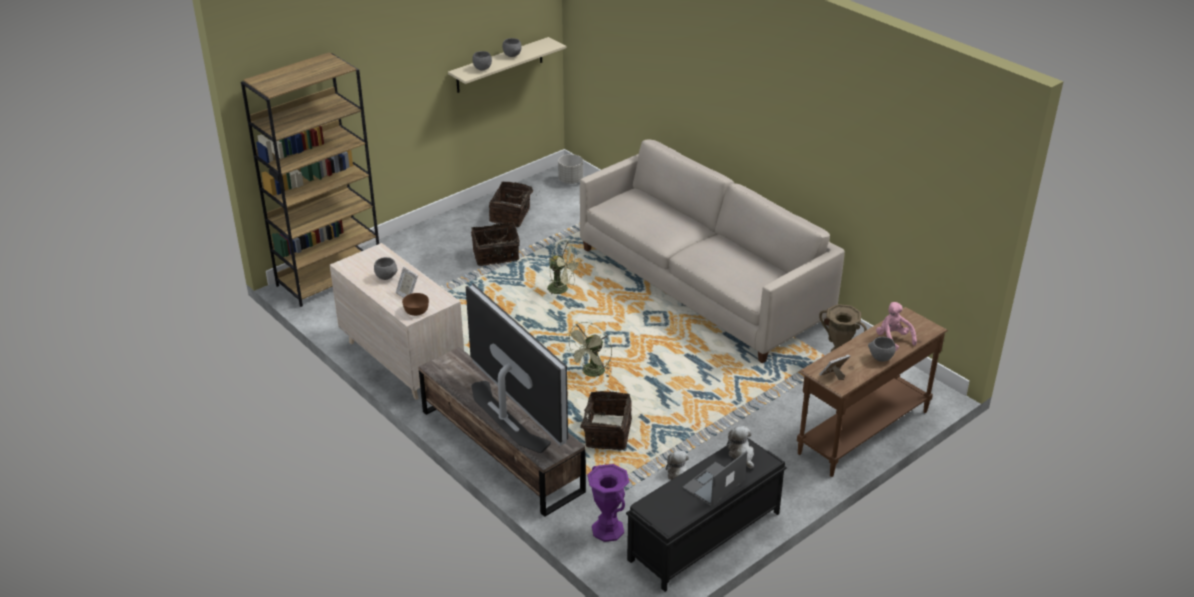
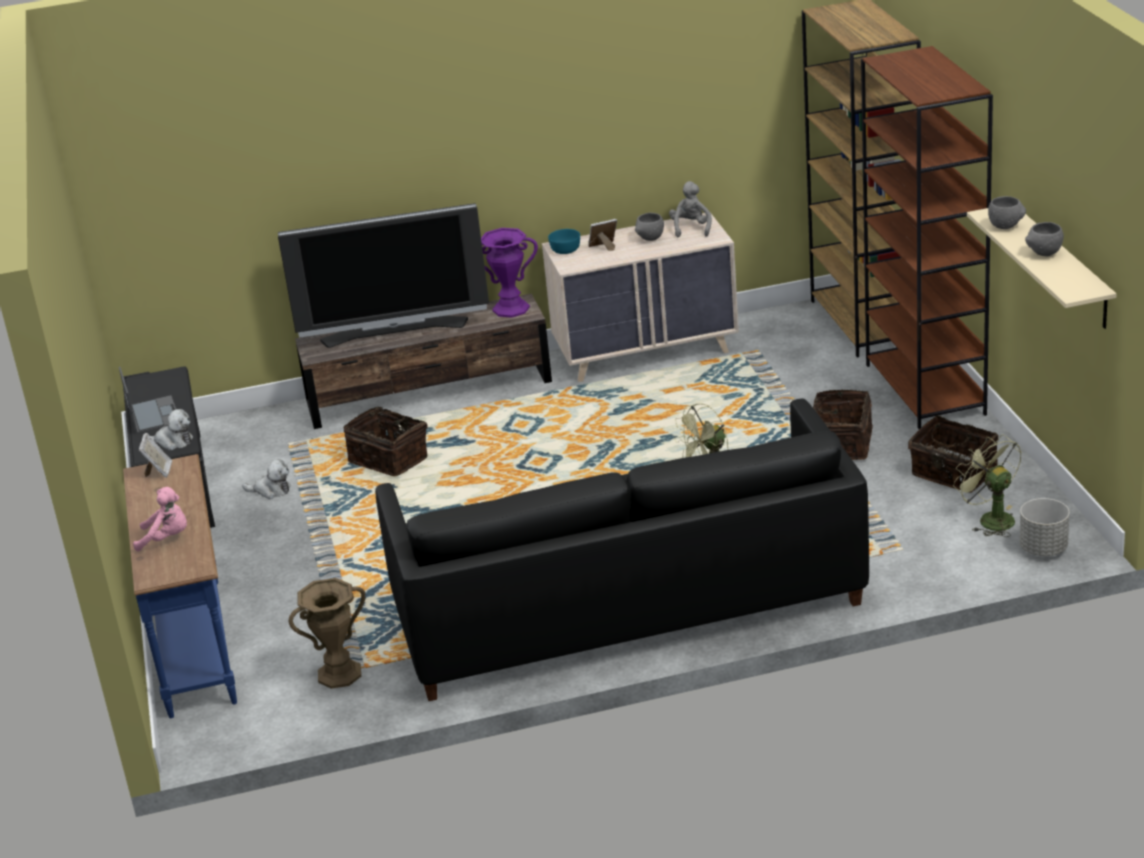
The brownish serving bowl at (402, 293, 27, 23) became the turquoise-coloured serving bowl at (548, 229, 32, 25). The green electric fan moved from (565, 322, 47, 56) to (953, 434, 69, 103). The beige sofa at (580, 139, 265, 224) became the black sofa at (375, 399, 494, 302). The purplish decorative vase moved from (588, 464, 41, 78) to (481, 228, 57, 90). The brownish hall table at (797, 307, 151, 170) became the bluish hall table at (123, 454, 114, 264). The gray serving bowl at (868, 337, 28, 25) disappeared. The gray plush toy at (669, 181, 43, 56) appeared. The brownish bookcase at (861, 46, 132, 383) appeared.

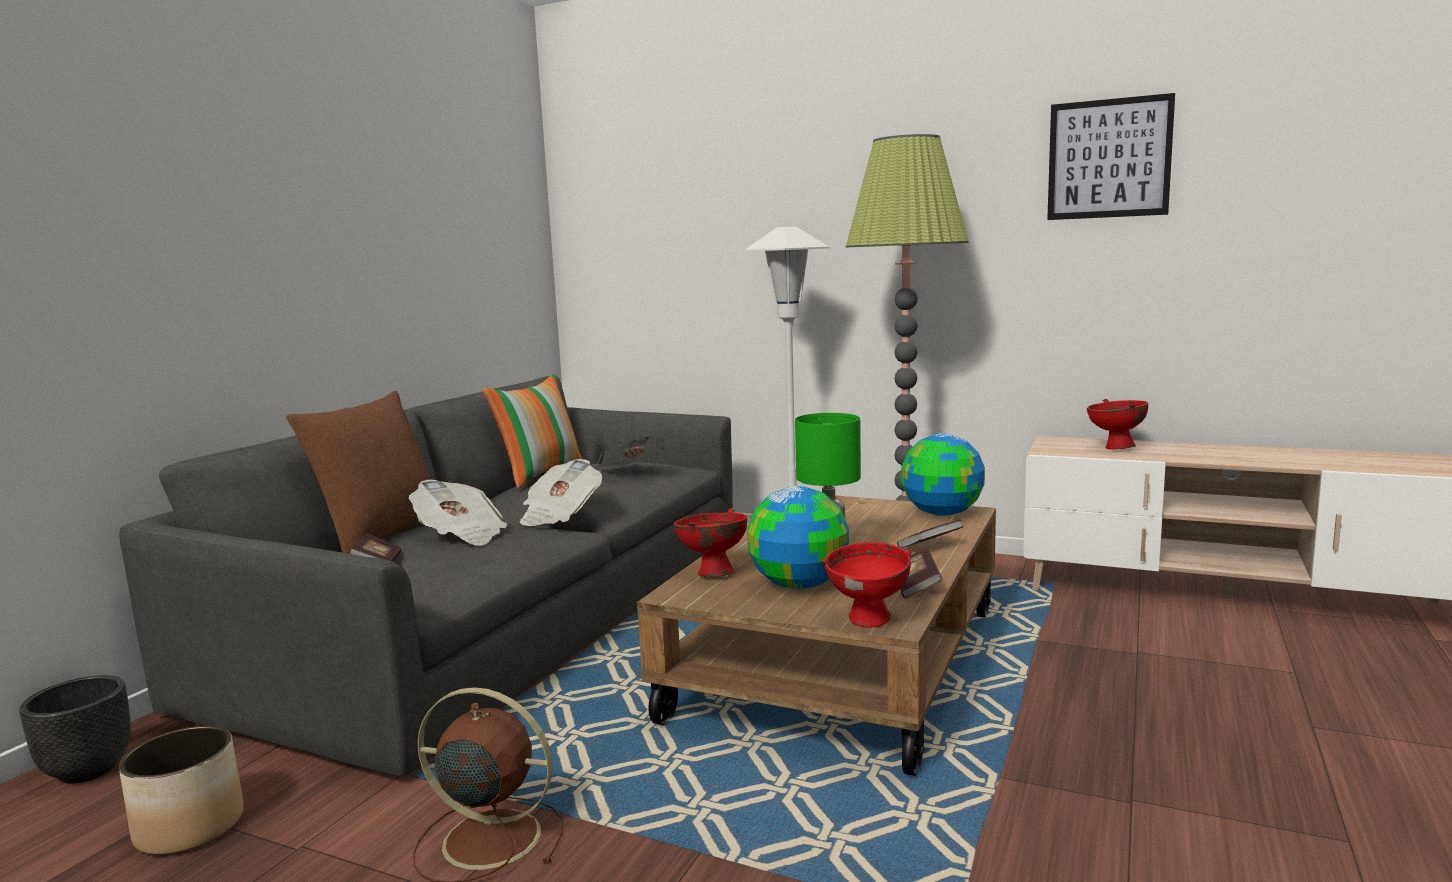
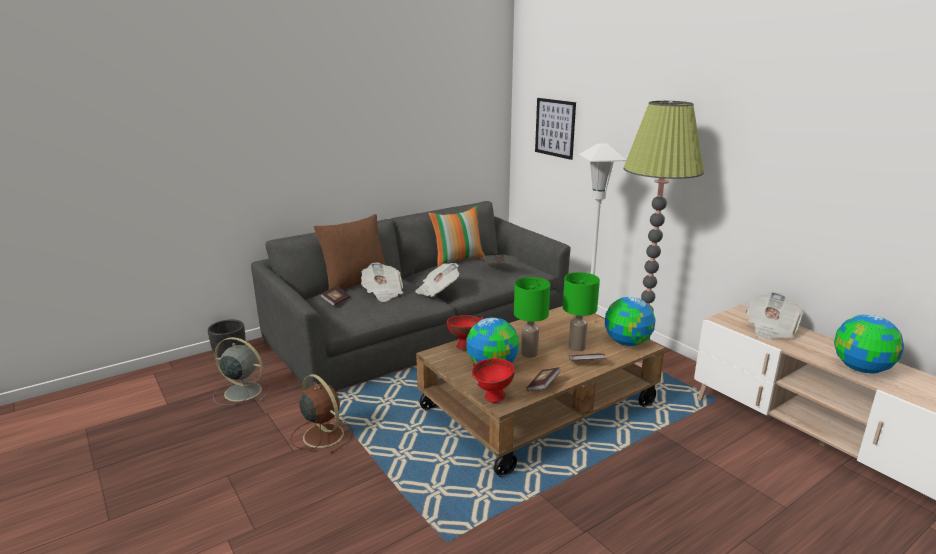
The flower pot at (119, 726, 125, 129) was replaced by the gray electric fan at (213, 337, 58, 68). The picture moved from (1047, 93, 128, 127) to (535, 98, 41, 62). The reddish serving bowl at (1087, 399, 61, 51) was replaced by the newspaper at (746, 292, 57, 47). The green table lamp at (563, 272, 37, 79) appeared. The globe at (834, 315, 70, 59) appeared.

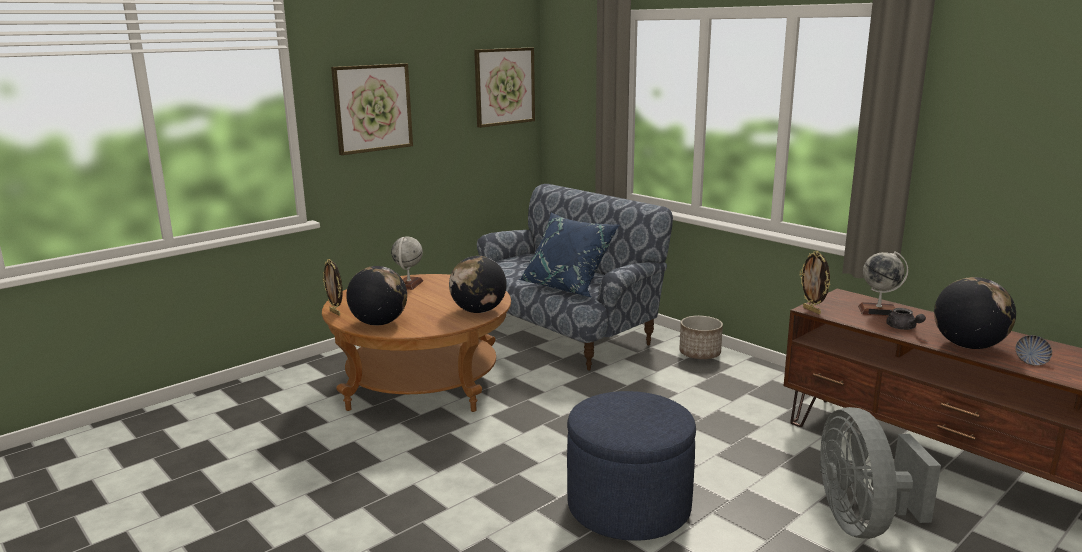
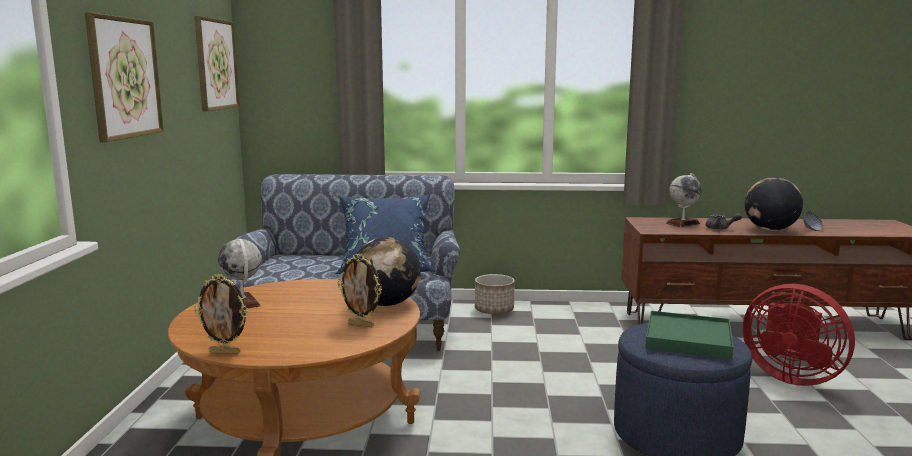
The globe at (346, 266, 61, 60) disappeared. The standing frame moved from (800, 251, 30, 63) to (338, 254, 44, 73). The gray electric fan at (819, 407, 122, 132) became the reddish electric fan at (743, 284, 112, 102). The green tray at (645, 311, 88, 48) appeared.

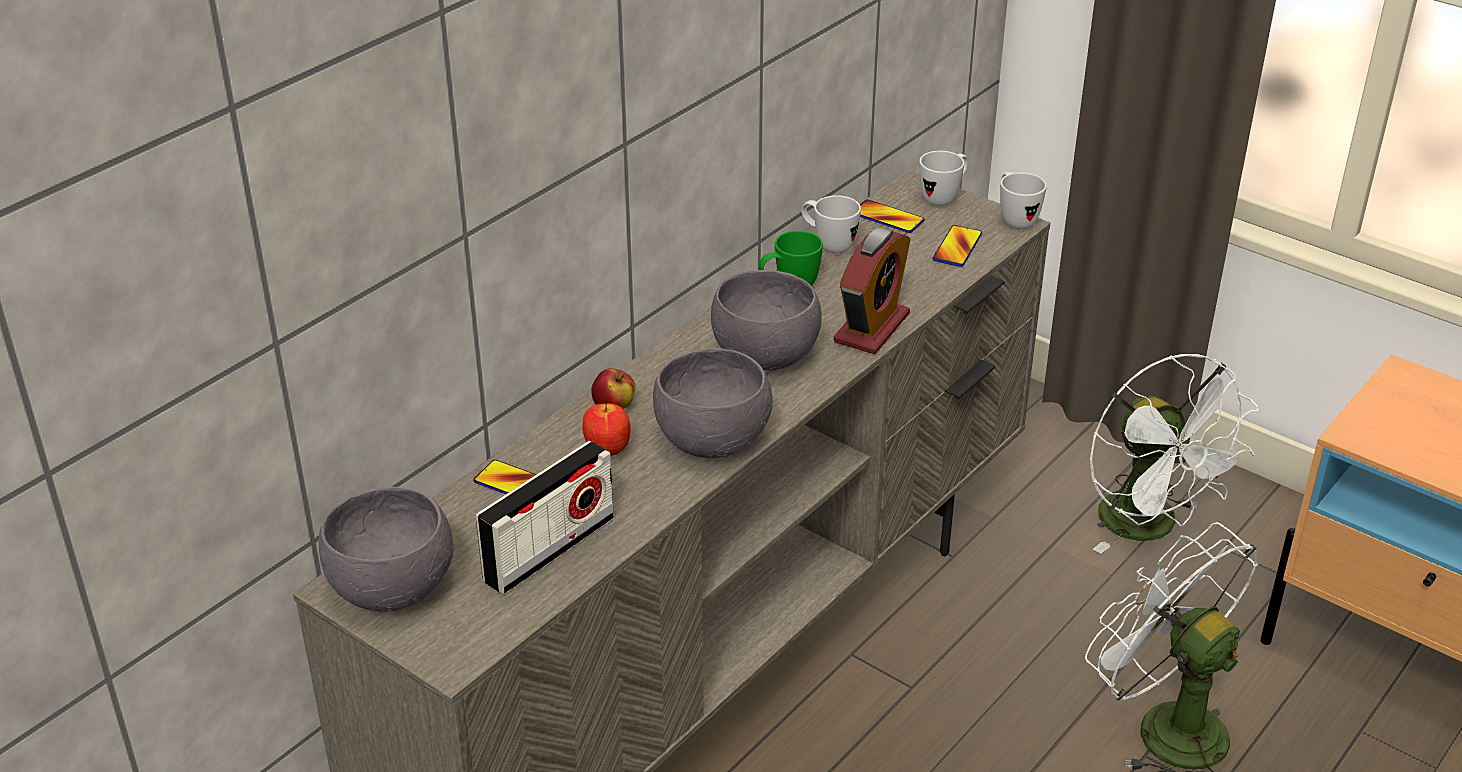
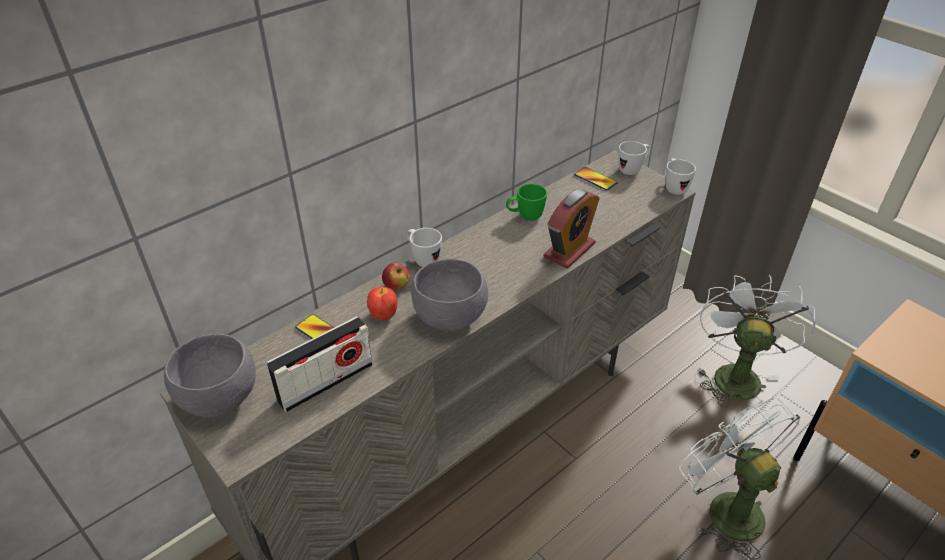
The gray serving bowl at (711, 270, 111, 100) disappeared. The white tea mug moved from (801, 195, 60, 58) to (407, 228, 35, 39). The telephone at (932, 225, 50, 42) disappeared. The white electric fan at (1090, 354, 169, 200) turned 150 degrees counterclockwise.

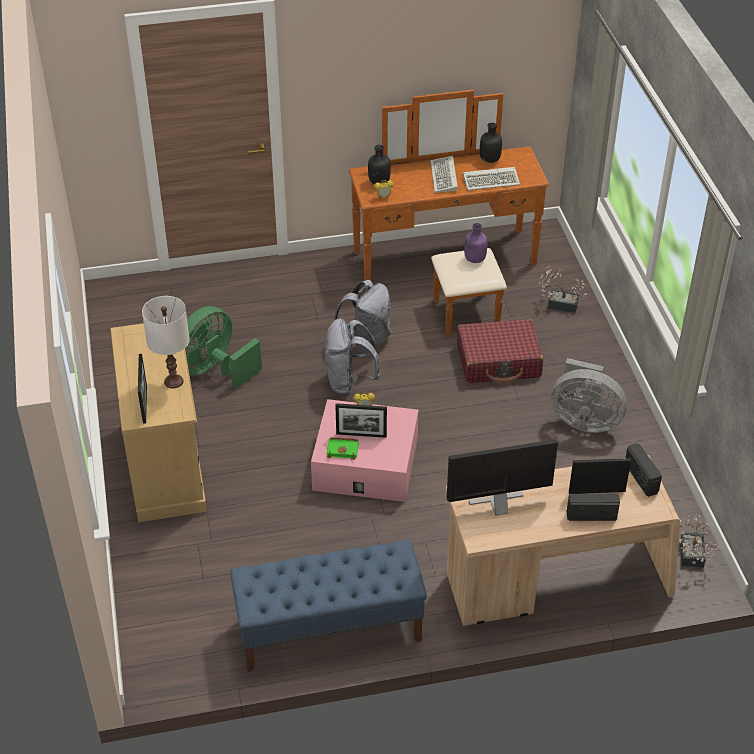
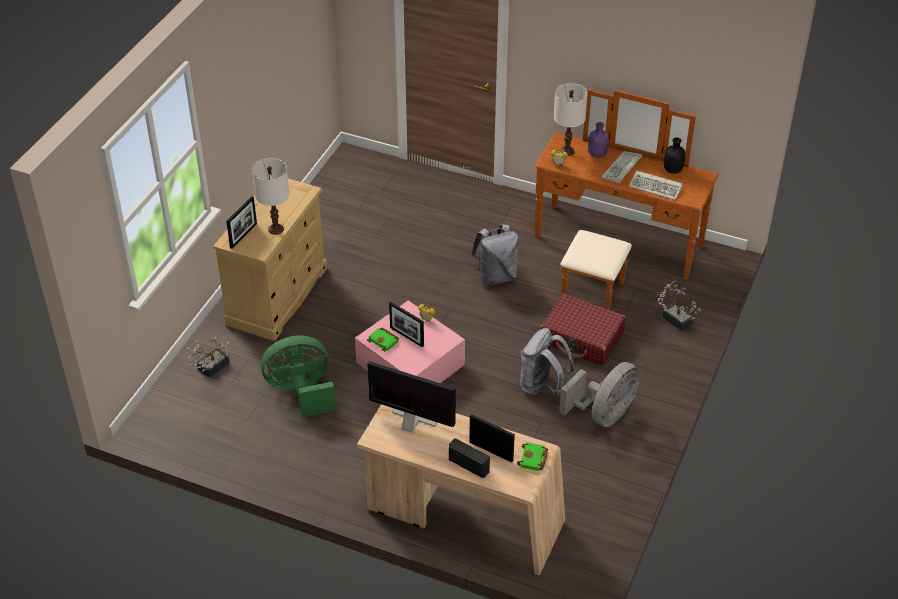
The green electric fan moved from (185, 306, 77, 82) to (261, 336, 75, 81). The bluish long seat at (230, 540, 197, 132) disappeared. The gray knapsack moved from (325, 318, 55, 77) to (520, 328, 55, 68). The black beverage bottle at (368, 145, 23, 39) was replaced by the white table lamp at (554, 83, 34, 73). The purplish beverage bottle moved from (464, 223, 23, 40) to (588, 122, 21, 36). The gray electric fan at (551, 358, 76, 75) turned 105 degrees counterclockwise. The radio set at (626, 443, 36, 54) was replaced by the green book at (517, 442, 31, 29). The houseplant moved from (679, 514, 40, 54) to (187, 335, 43, 43).

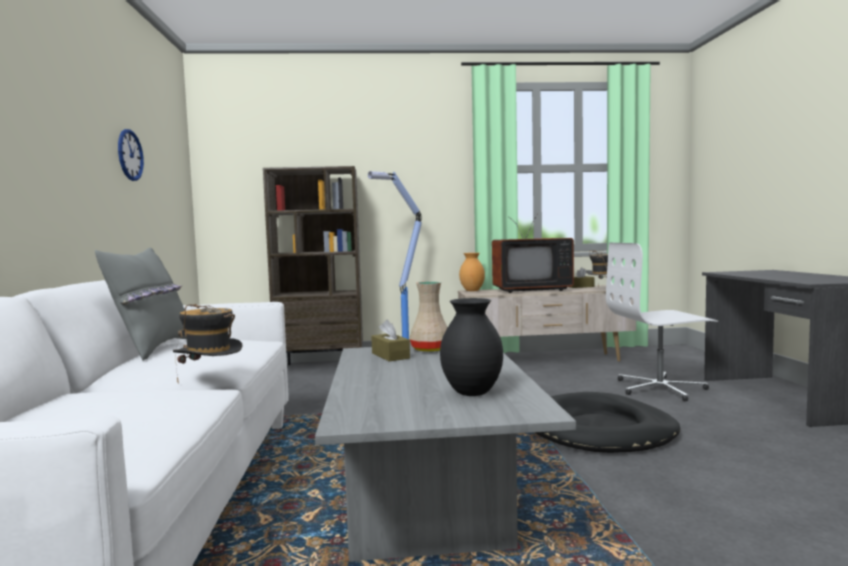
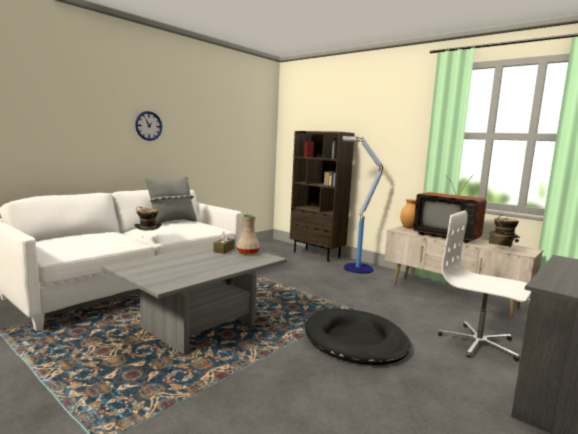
The wall clock moved from (118, 129, 26, 52) to (135, 111, 27, 30). The black decorative vase at (440, 298, 63, 98) disappeared.

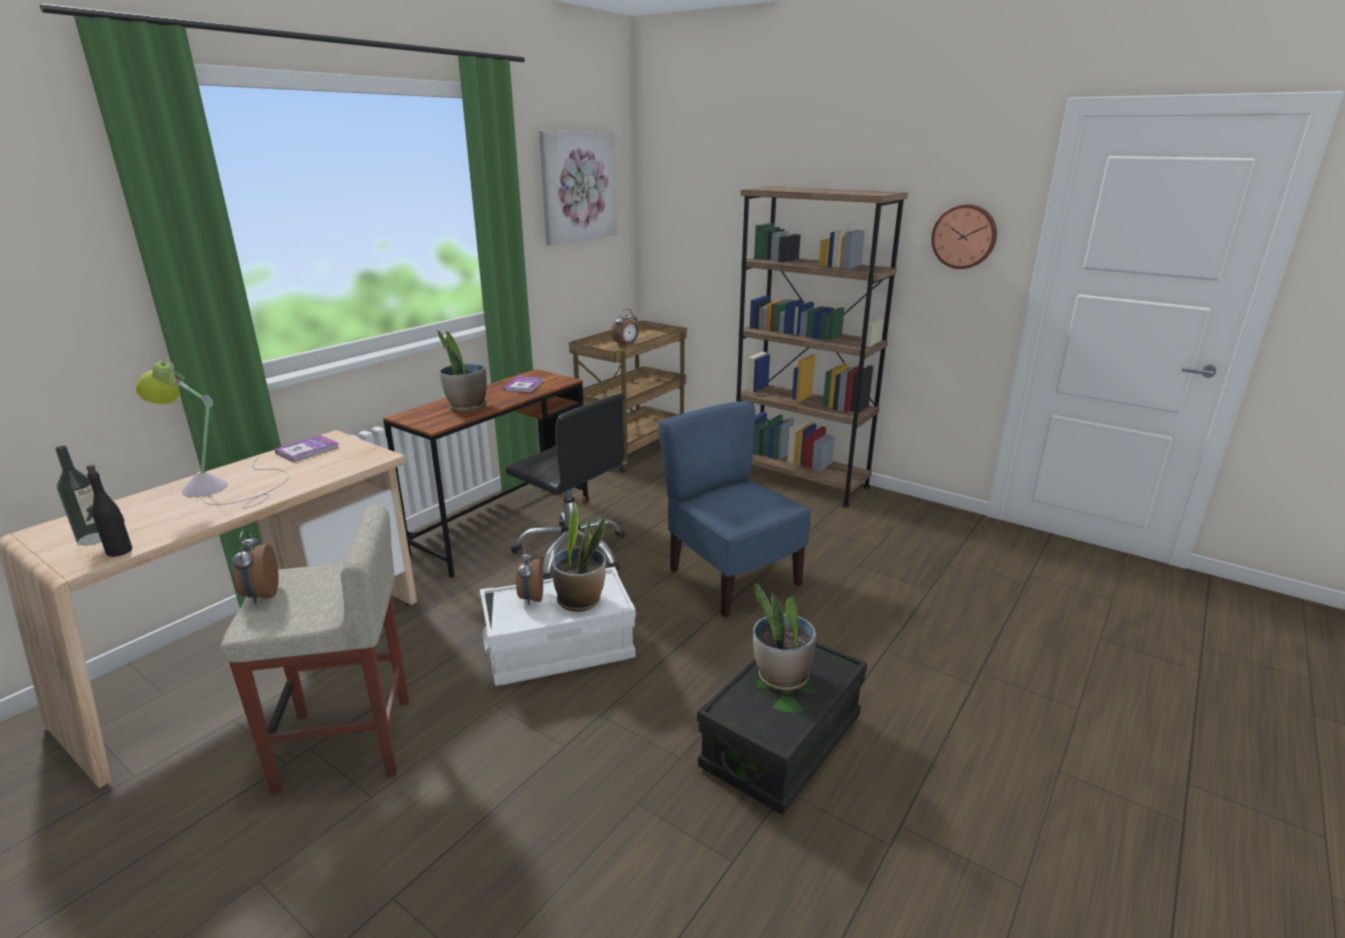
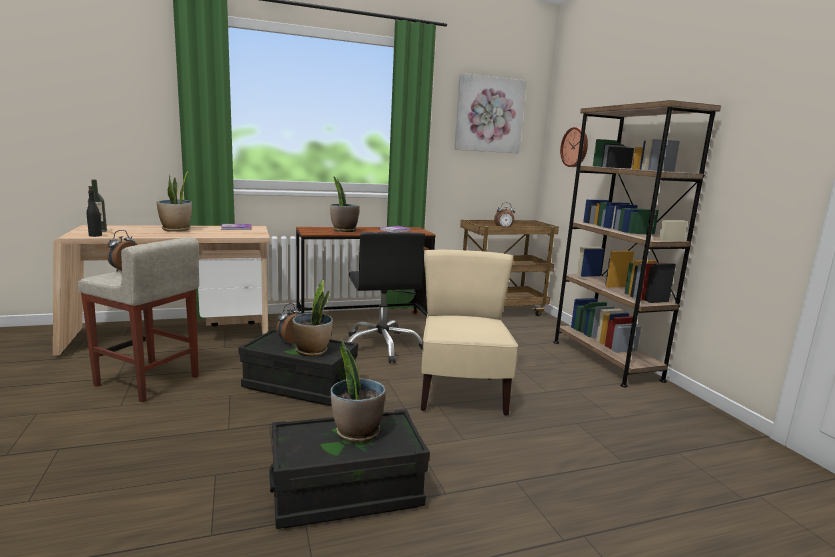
The table lamp at (135, 359, 154, 150) was replaced by the houseplant at (157, 171, 35, 61). The white storage container at (480, 567, 156, 119) became the black storage container at (238, 329, 120, 77). The bluish plain chair at (658, 401, 154, 216) became the beige plain chair at (421, 250, 97, 166). The wall clock moved from (931, 204, 66, 65) to (560, 127, 28, 40).

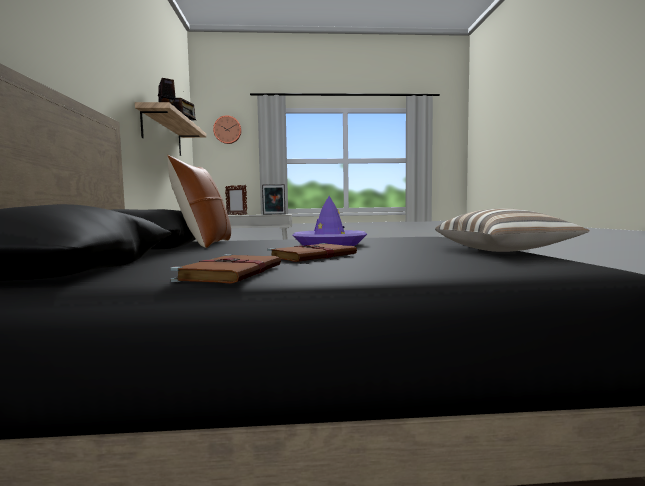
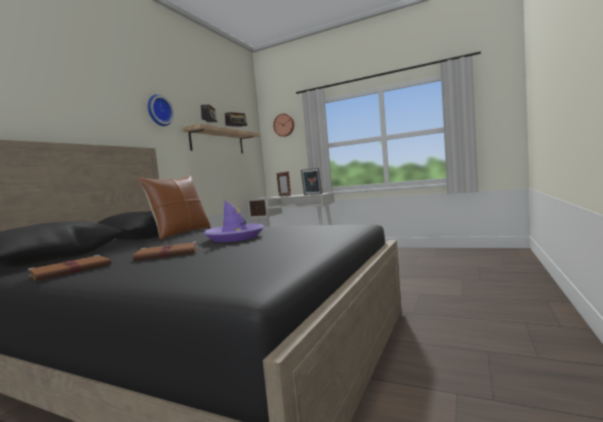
The throw pillow at (435, 208, 155, 44) disappeared. The wall clock at (148, 94, 26, 32) appeared.

